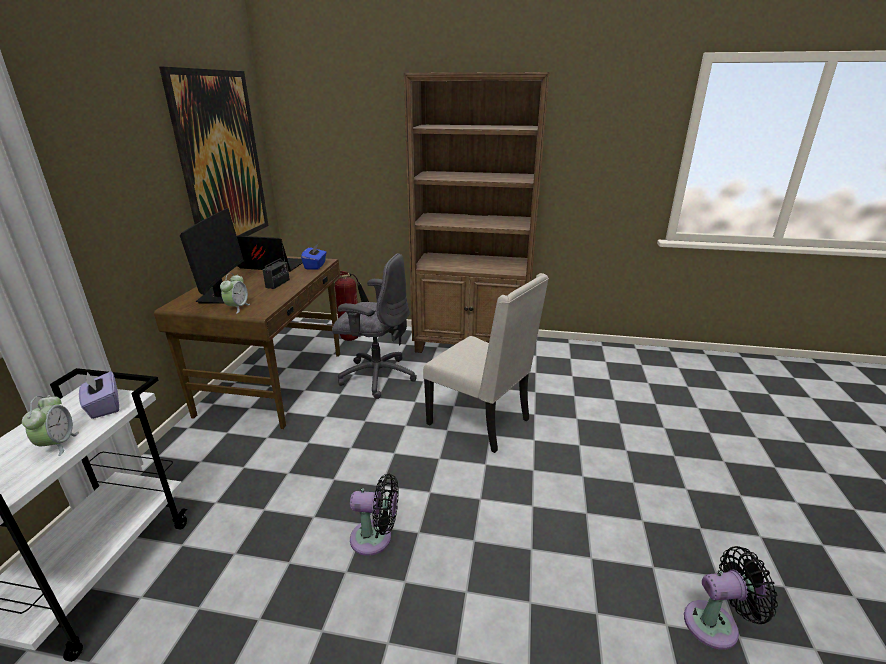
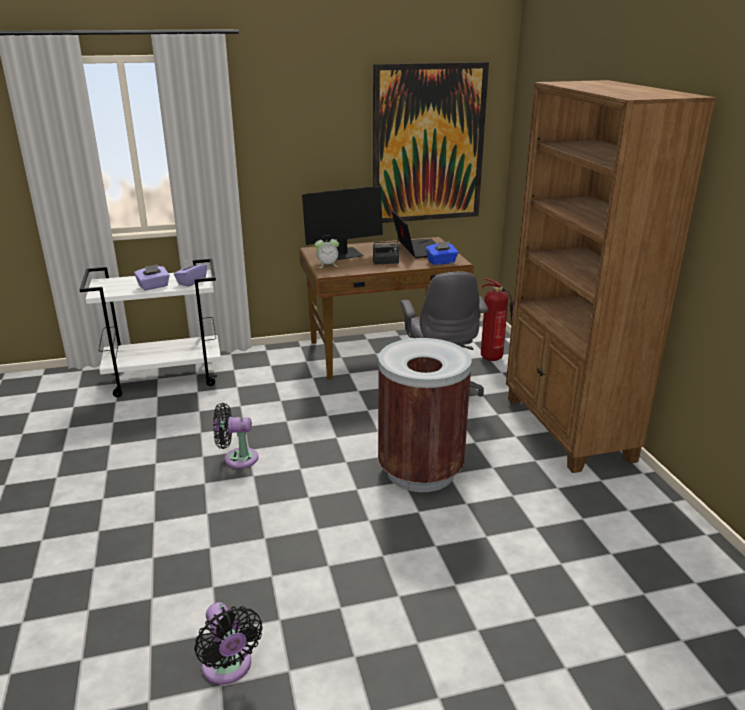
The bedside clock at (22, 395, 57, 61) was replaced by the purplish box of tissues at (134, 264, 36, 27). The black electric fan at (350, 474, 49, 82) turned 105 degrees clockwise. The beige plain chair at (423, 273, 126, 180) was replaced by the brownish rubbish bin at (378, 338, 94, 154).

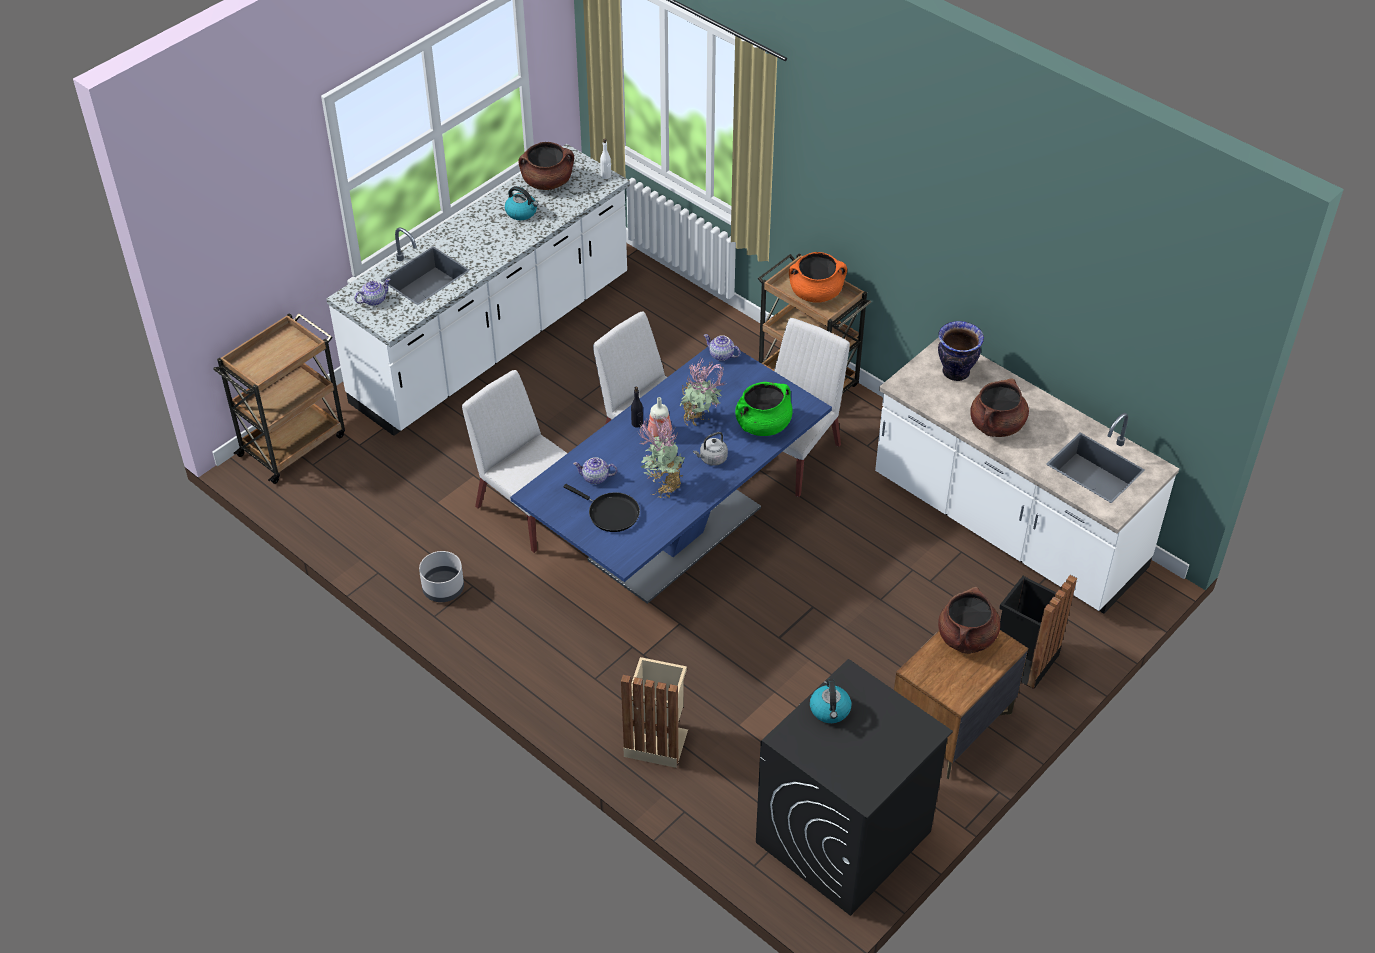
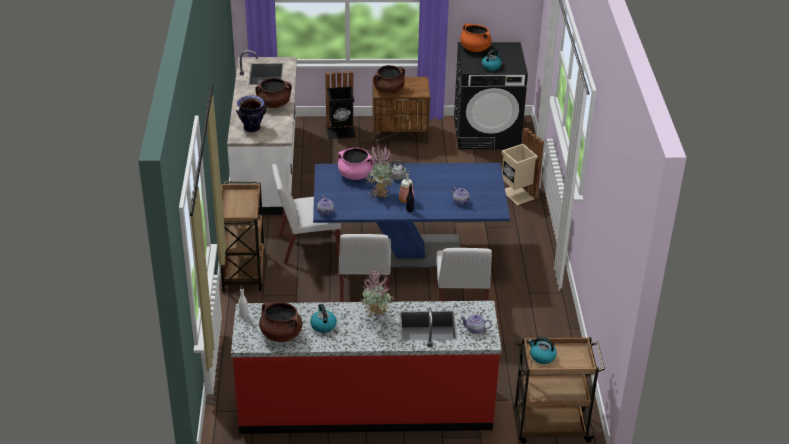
The white kitchen base unit at (326, 144, 304, 292) became the reddish kitchen base unit at (231, 301, 270, 133). The gray flower pot at (419, 551, 45, 51) disappeared. The black frying pan at (564, 484, 76, 48) disappeared. The houseplant moved from (637, 416, 48, 82) to (359, 269, 36, 48). The green stockpot at (735, 382, 58, 54) became the pinkish stockpot at (337, 148, 37, 32). The orange stockpot moved from (789, 252, 58, 51) to (460, 23, 32, 29). The kettle at (528, 337, 29, 27) appeared.

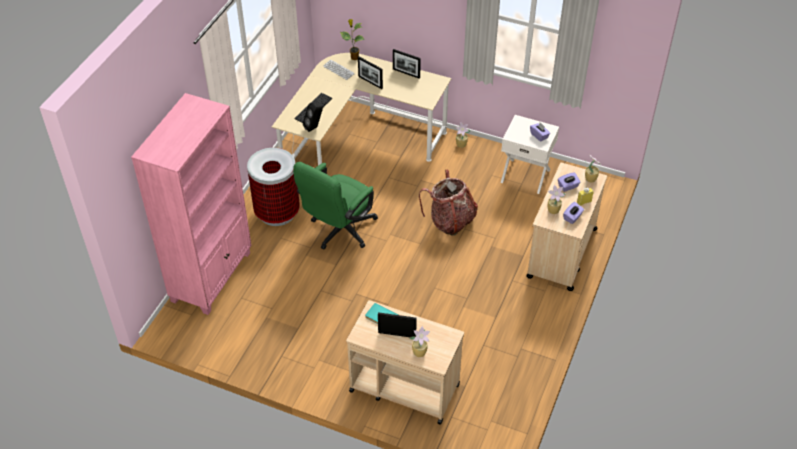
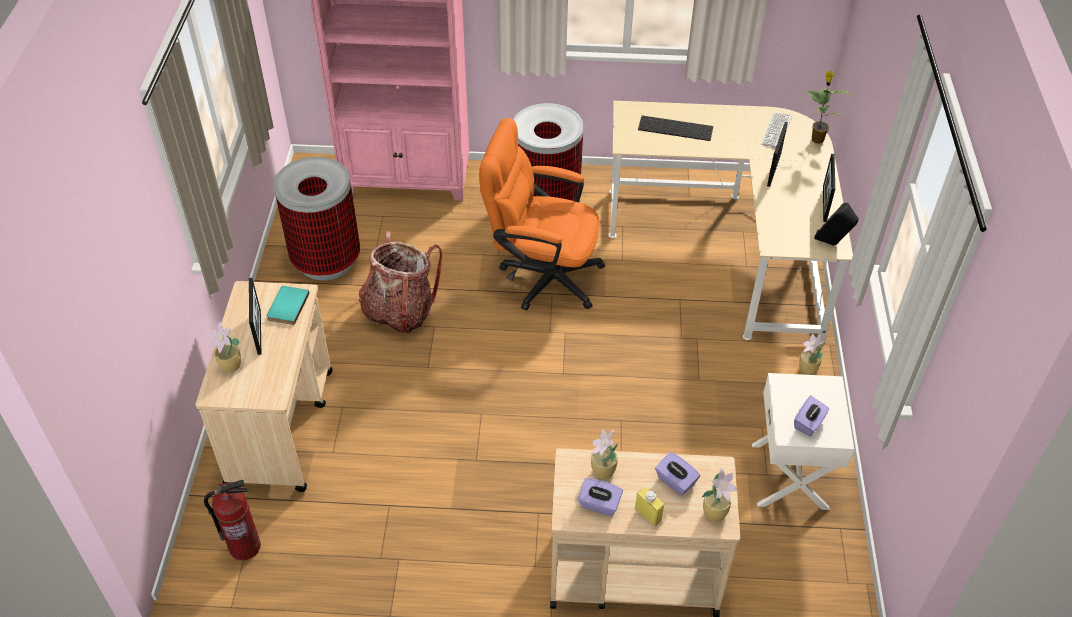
The green desk chair at (293, 162, 85, 88) became the orange desk chair at (479, 118, 126, 192). The black loudspeaker moved from (303, 102, 20, 30) to (814, 203, 45, 42). The knapsack moved from (419, 169, 59, 67) to (359, 231, 83, 103). The fire-fighting cylinder at (204, 480, 57, 80) appeared. The rubbish bin at (274, 157, 86, 123) appeared.

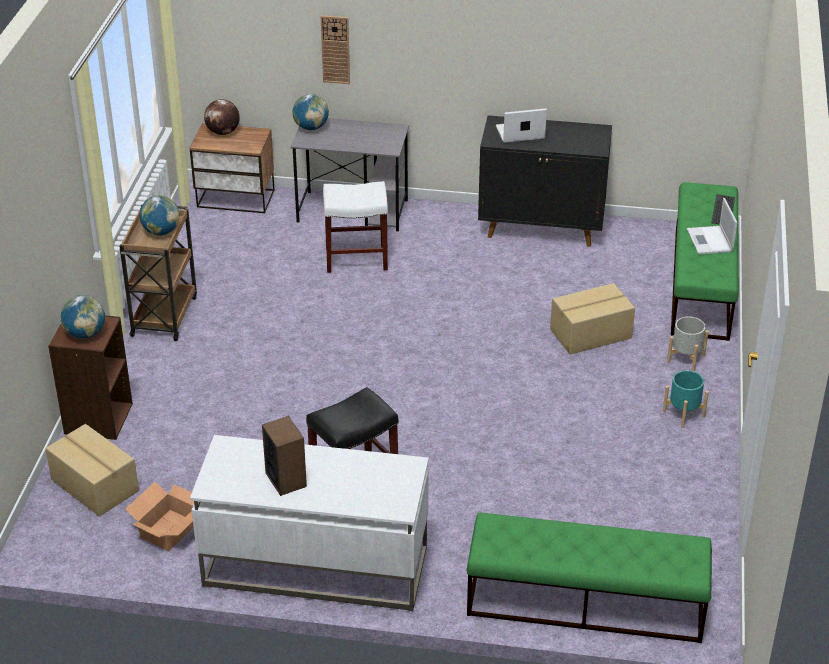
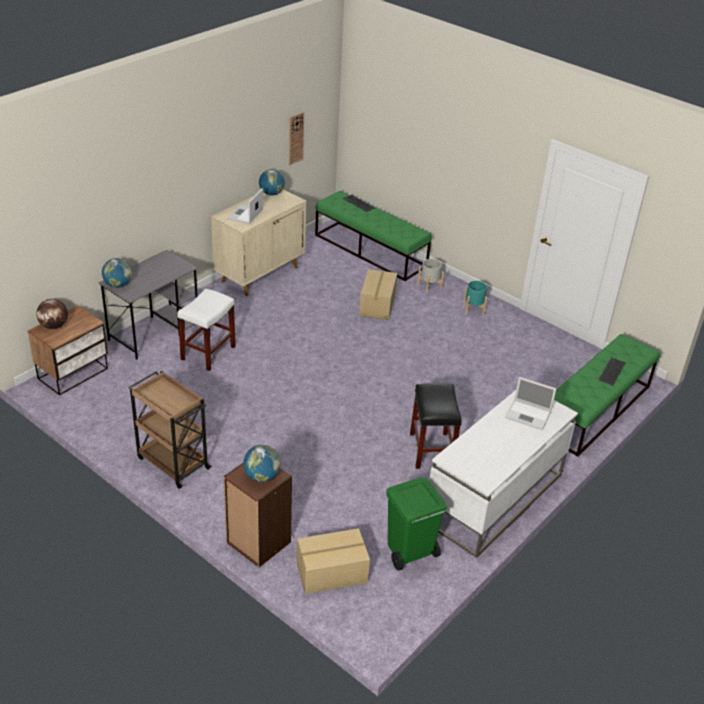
The carton at (125, 482, 69, 69) was replaced by the green rubbish bin at (386, 477, 61, 94). The globe moved from (139, 195, 41, 41) to (259, 169, 26, 26). The loudspeaker at (262, 416, 45, 80) disappeared. The wall clock moved from (321, 15, 29, 69) to (289, 112, 15, 53). The black storage cabinet at (478, 115, 134, 132) became the beige storage cabinet at (211, 189, 95, 107). The portable computer moved from (687, 198, 51, 56) to (505, 377, 52, 53). The keyboard at (598, 357, 27, 29) appeared.

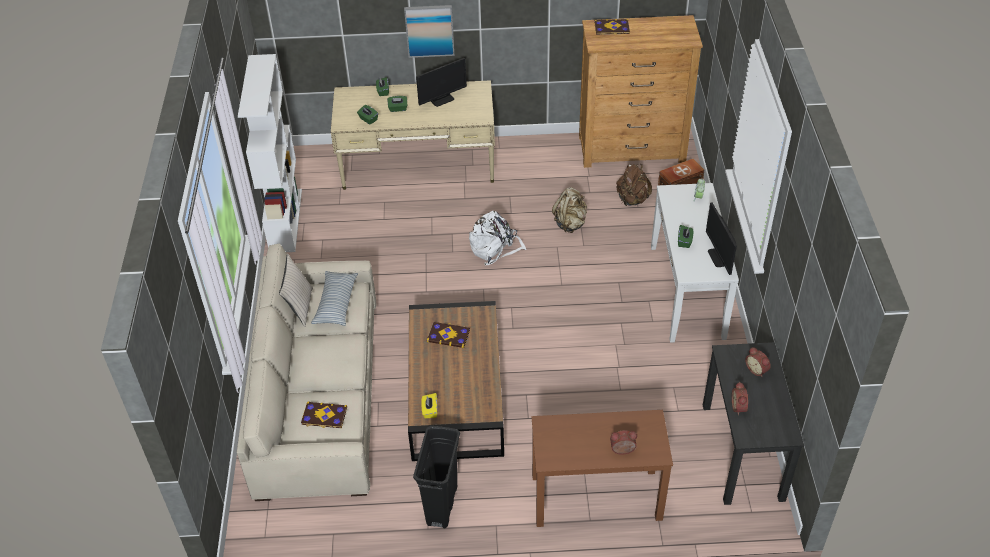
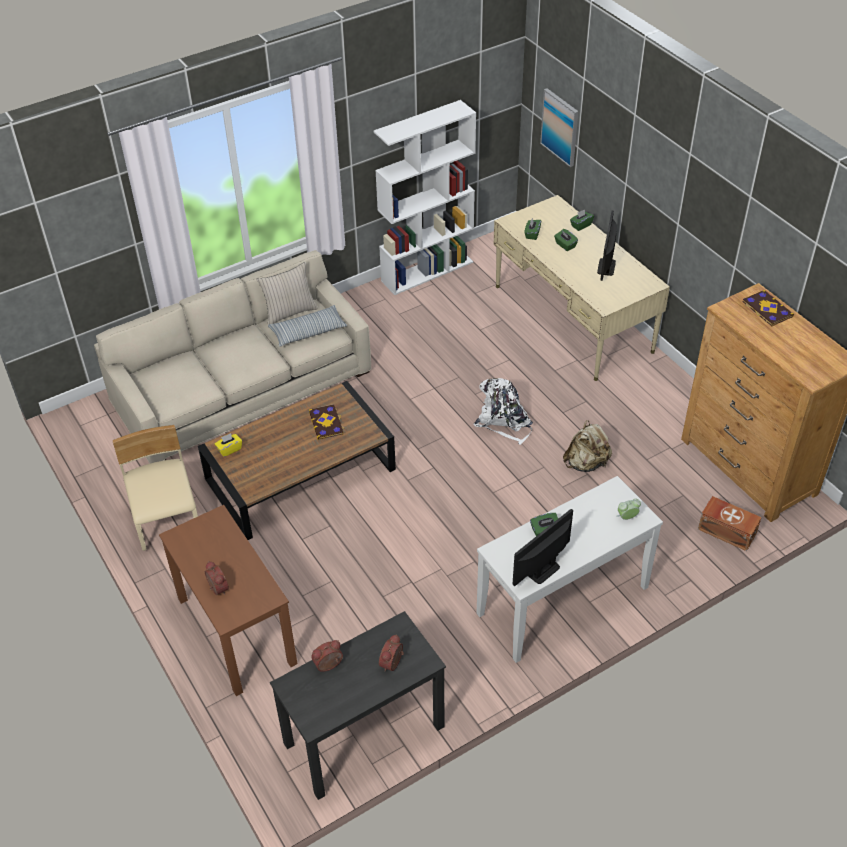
The book at (301, 402, 46, 26) disappeared. The picture moved from (404, 5, 51, 53) to (540, 88, 39, 79). The black rubbish bin at (413, 426, 47, 102) was replaced by the beige plain chair at (113, 425, 85, 126). The computer screen at (416, 58, 51, 49) turned 75 degrees clockwise. The brownish knapsack at (616, 164, 36, 42) disappeared.

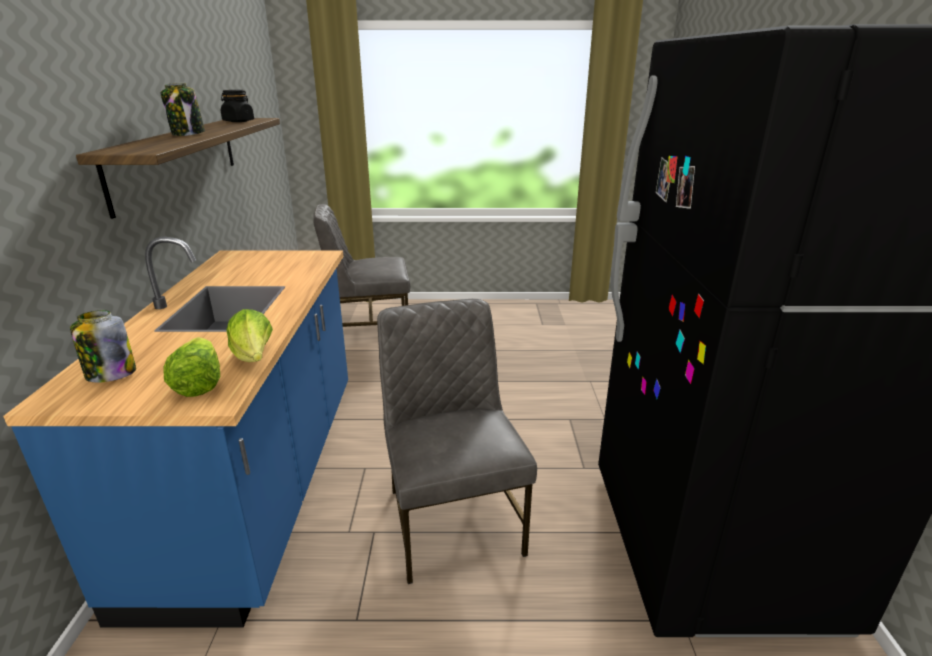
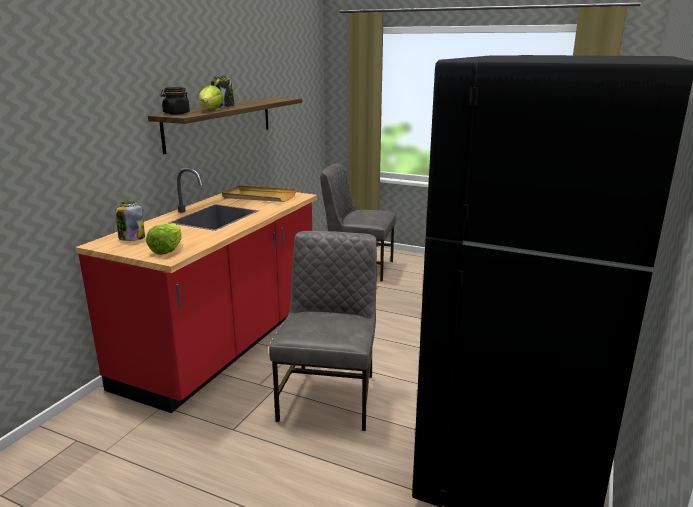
The bluish kitchen base unit at (3, 237, 345, 391) became the reddish kitchen base unit at (75, 168, 242, 245). The black jar moved from (221, 90, 33, 32) to (160, 87, 30, 27). The lettuce moved from (227, 309, 46, 53) to (199, 85, 24, 25). The beige tray at (222, 185, 75, 17) appeared.

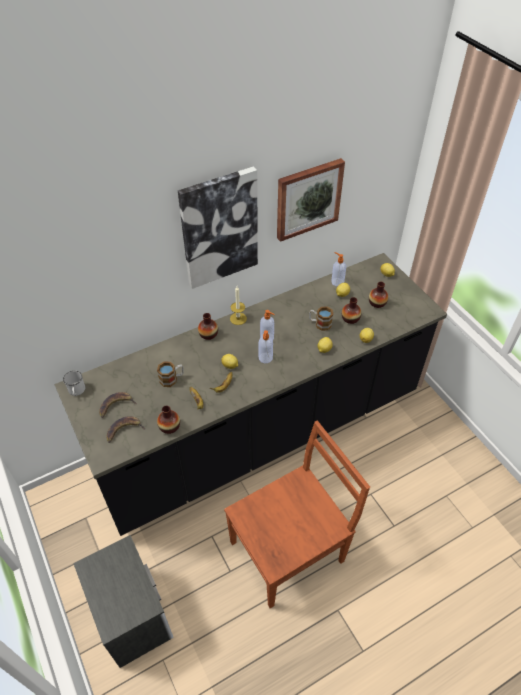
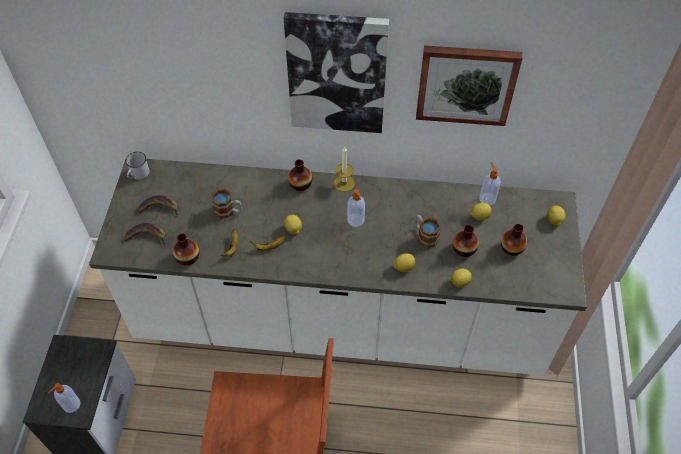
The black kitchen base unit at (55, 253, 392, 283) became the white kitchen base unit at (89, 159, 498, 217). The soap bottle moved from (259, 330, 14, 33) to (48, 383, 32, 30).

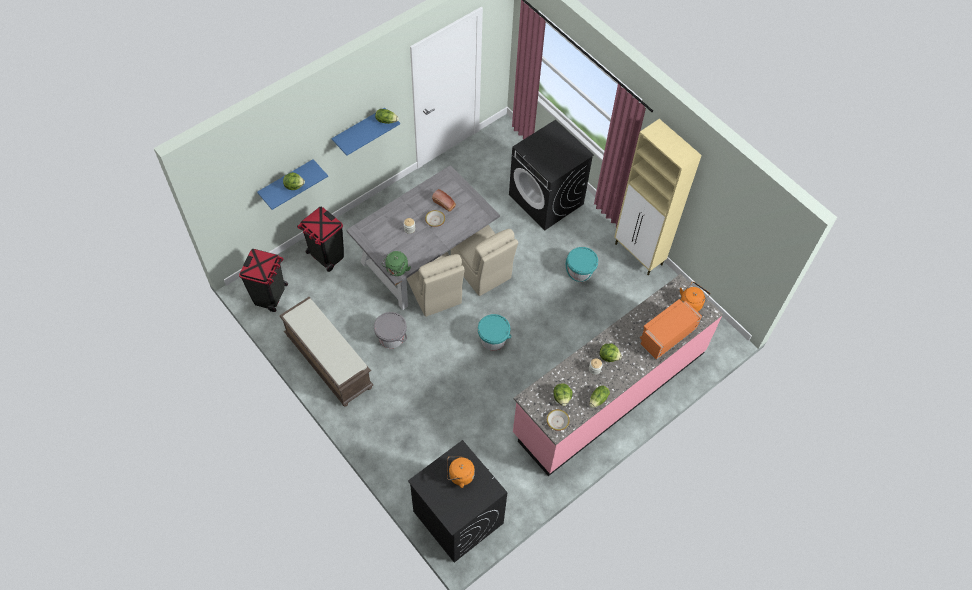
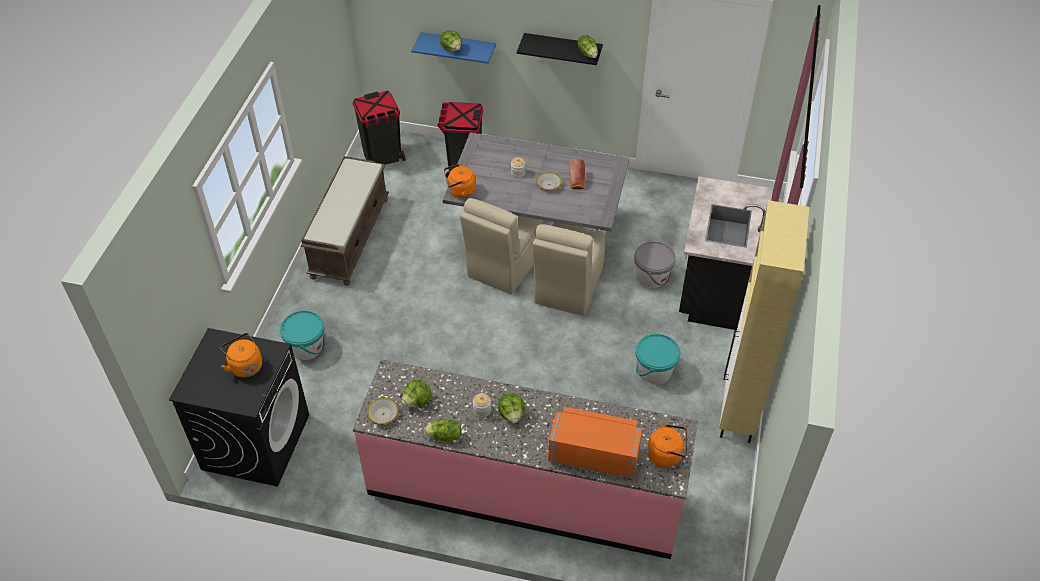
The bluish shelf at (331, 108, 69, 47) became the black shelf at (517, 33, 86, 32). The gray bucket moved from (374, 312, 33, 36) to (634, 241, 42, 47). The green kettle at (382, 251, 29, 25) became the orange kettle at (444, 164, 32, 34). The turquoise-coloured bucket moved from (478, 314, 34, 37) to (280, 310, 45, 50). The black washing machine at (509, 120, 85, 110) was replaced by the black kitchen base unit at (679, 176, 94, 154).

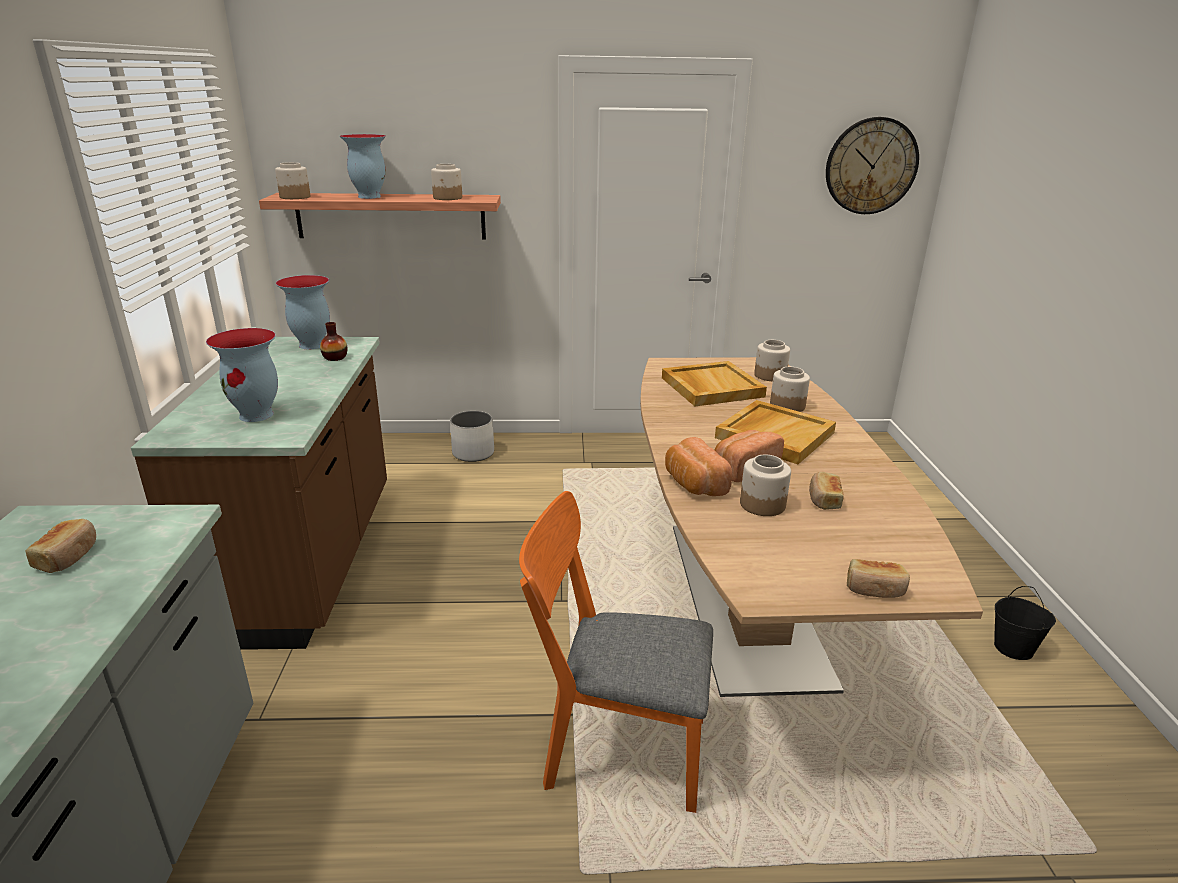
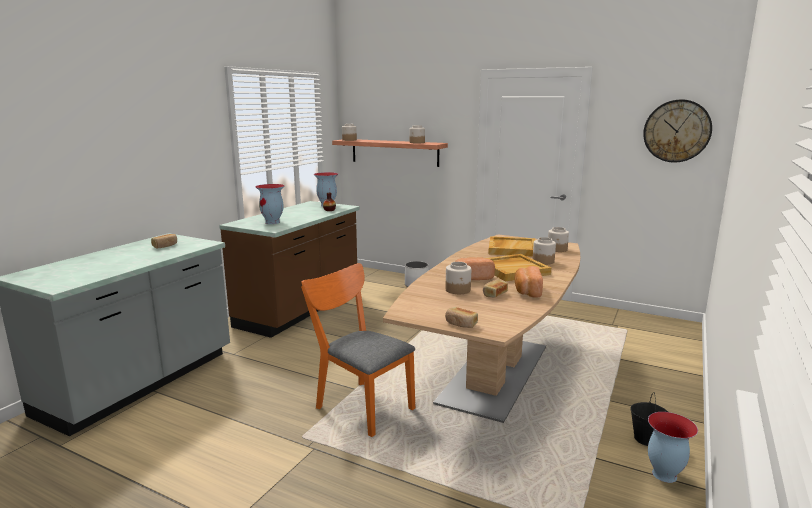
The decorative vase moved from (340, 134, 46, 65) to (648, 412, 50, 71). The bakery bread moved from (665, 437, 67, 59) to (514, 266, 29, 32).

